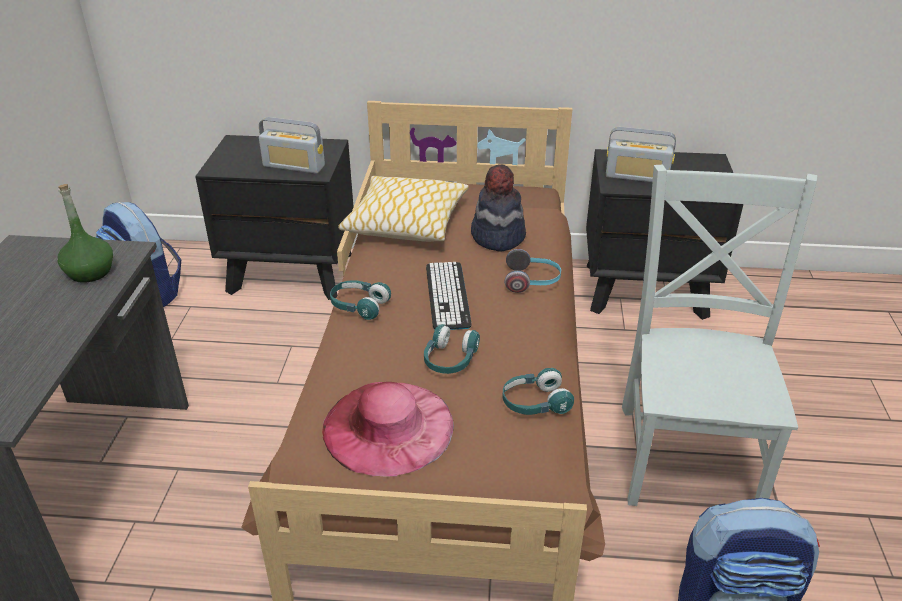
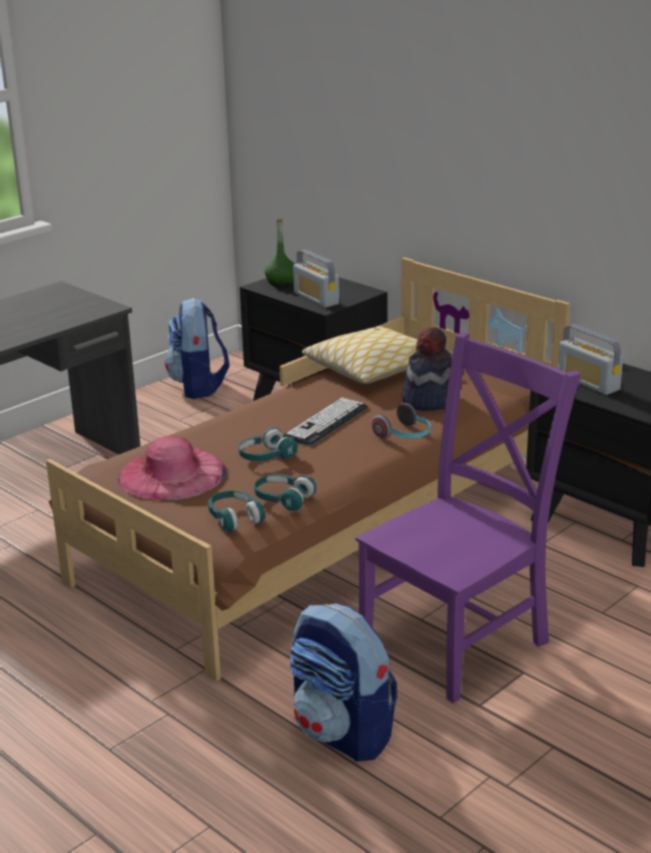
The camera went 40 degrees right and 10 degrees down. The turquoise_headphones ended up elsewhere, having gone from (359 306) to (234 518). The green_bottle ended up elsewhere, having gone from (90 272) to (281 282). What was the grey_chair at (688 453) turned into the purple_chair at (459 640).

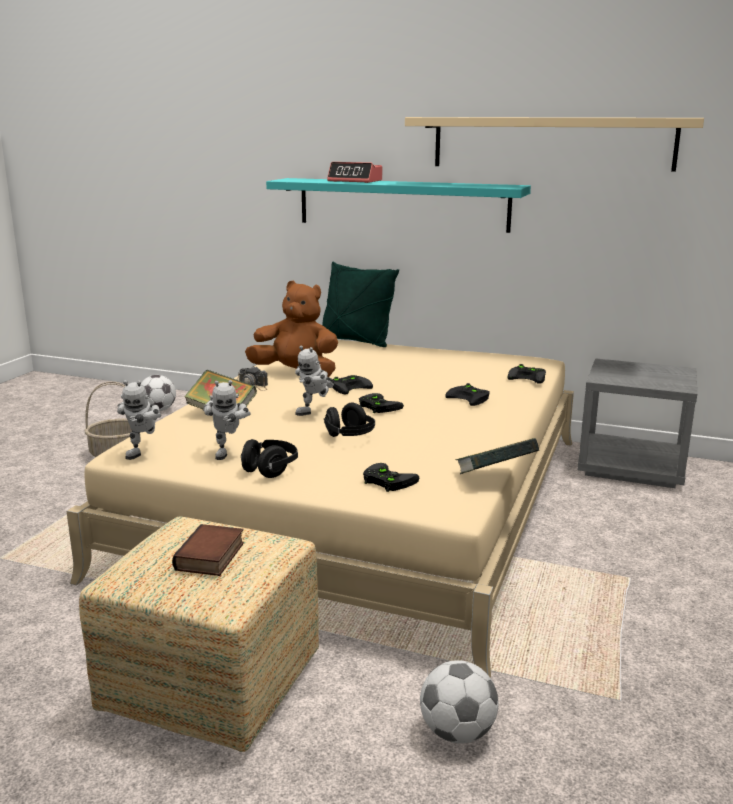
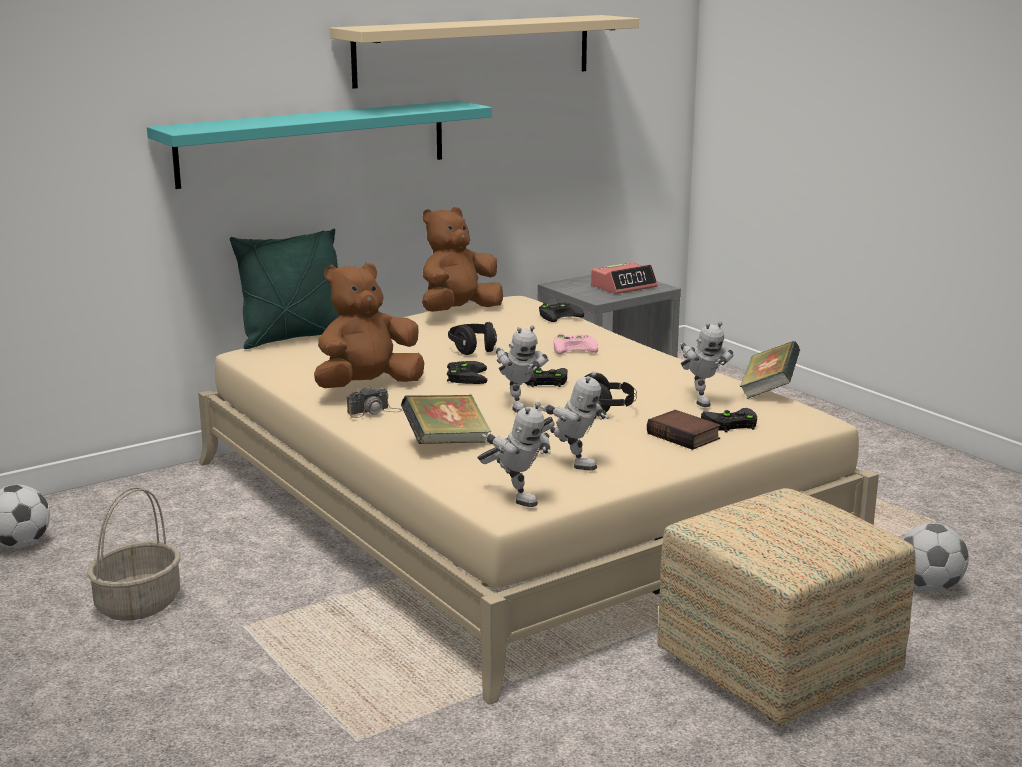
The camera went 55 degrees left and 0 degrees up. The second view gained the brown_plush_toy at (458 312). The black_headphones ended up elsewhere, having gone from (270 469) to (473 349). What was the black_game_controller at (470 398) turned into the pink_game_controller at (575 347). The alarm_clock ended up elsewhere, having gone from (355 181) to (624 286). The book ended up elsewhere, having gone from (211 557) to (685 436). The second view gained the toy_robot at (701 400).

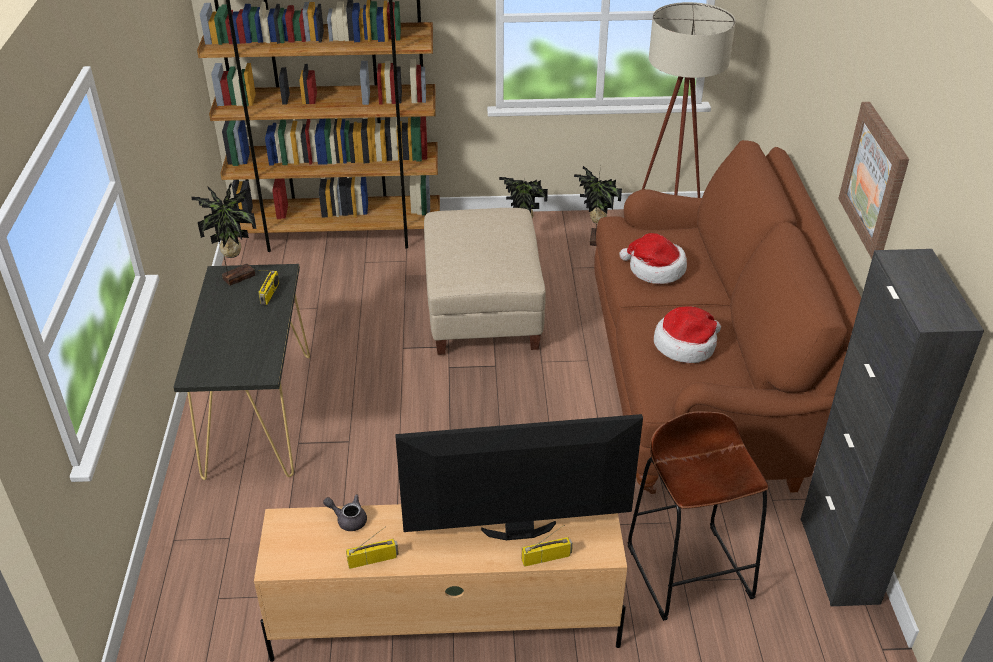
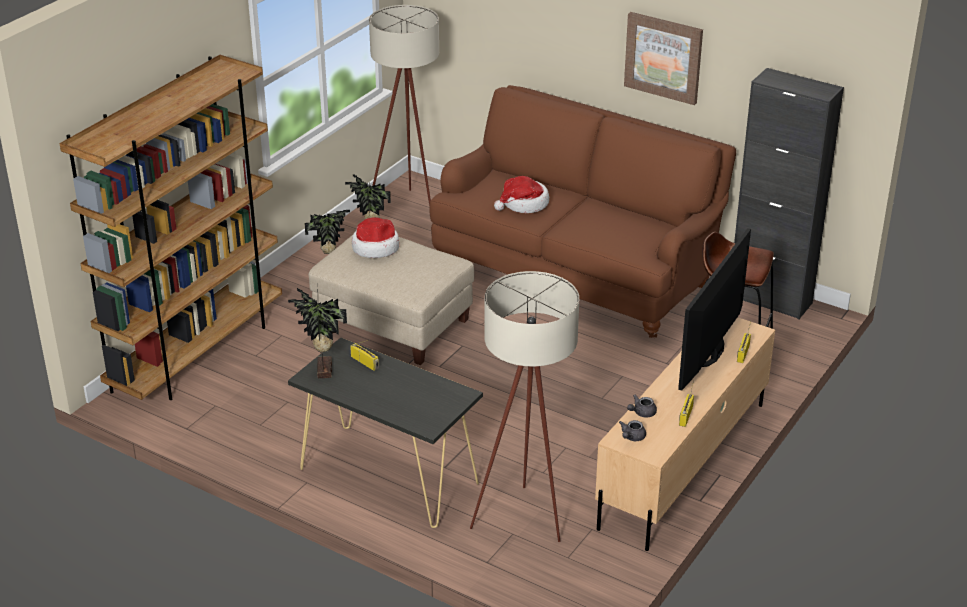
The camera went 55 degrees left and 5 degrees down. The hat ended up elsewhere, having gone from (686 345) to (375 247). The second view gained the beige_floor_lamp at (526 524). The second view gained the grey_teapot at (631 437).

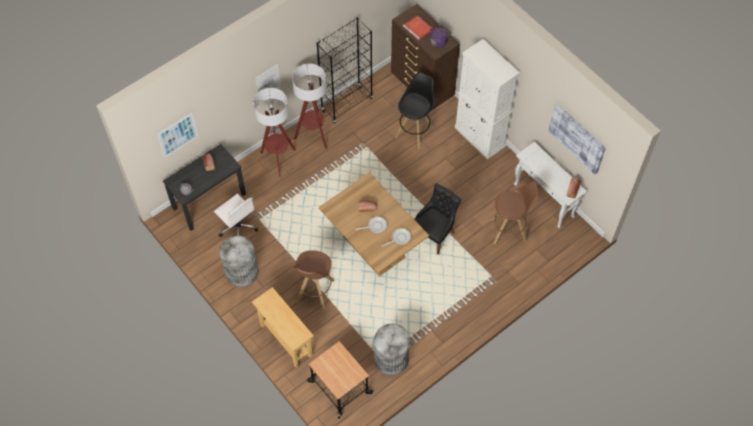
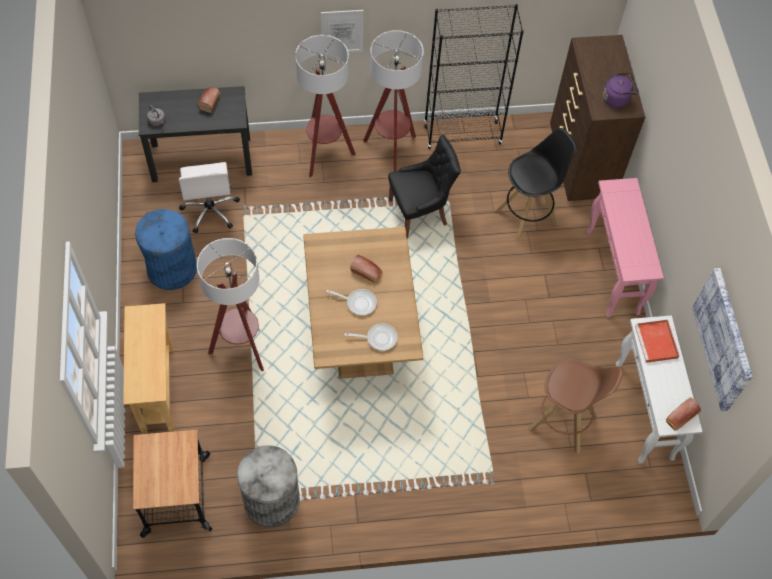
The camera went 30 degrees right and 0 degrees up. What was the grey_trash_can at (241 272) turned into the blue_trash_can at (171 268). Where the brown_stool stood at (315 291), the floor_lamp came to stand at (242 347). The black_chair ended up elsewhere, having gone from (434 234) to (420 213). Where the white_cabinet stood at (480 137), the pink_console_table came to stand at (613 273). The red_tray ended up elsewhere, having gone from (418 28) to (656 343). The second view lost the picture at (177 135).

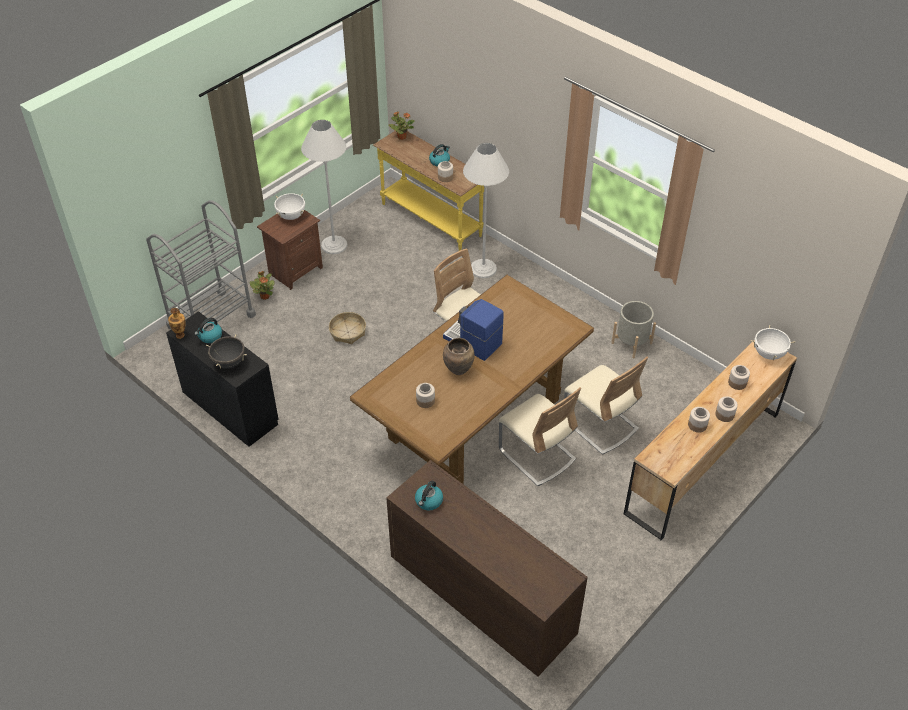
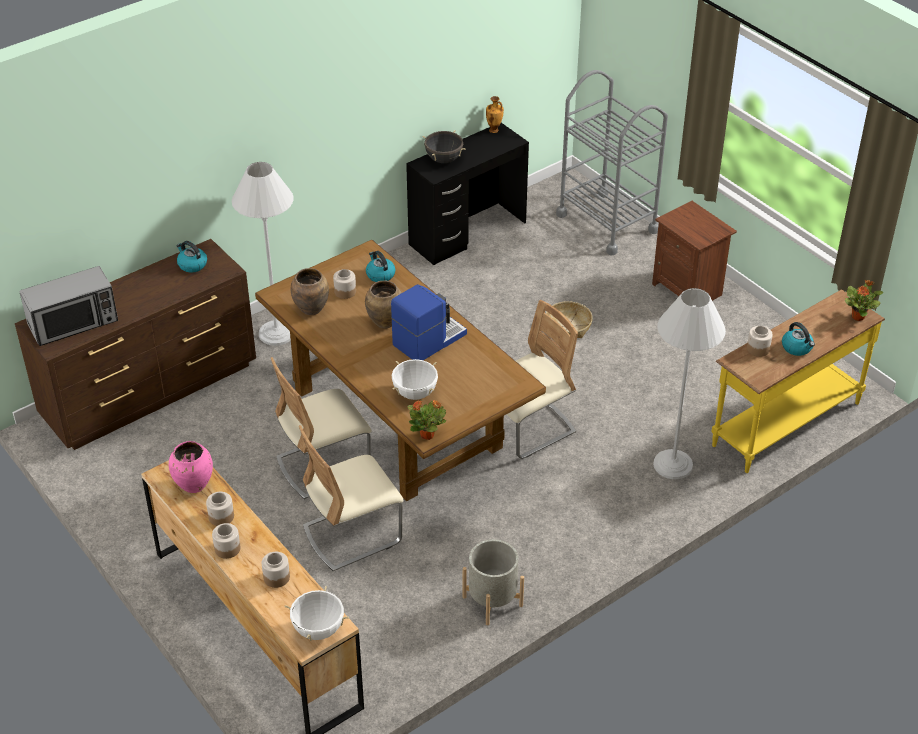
The camera went 100 degrees right and 5 degrees down. The second view gained the microwave at (73 323). The second view gained the pink_vase at (194 486). The white_floor_lamp ended up elsewhere, having gone from (334 245) to (276 333). The second view gained the brown_vase at (311 309). The kettle ended up elsewhere, having gone from (210 336) to (380 275). The white_cooking_pot ended up elsewhere, having gone from (291 216) to (415 393). The potted_plant ended up elsewhere, having gone from (265 296) to (428 435).

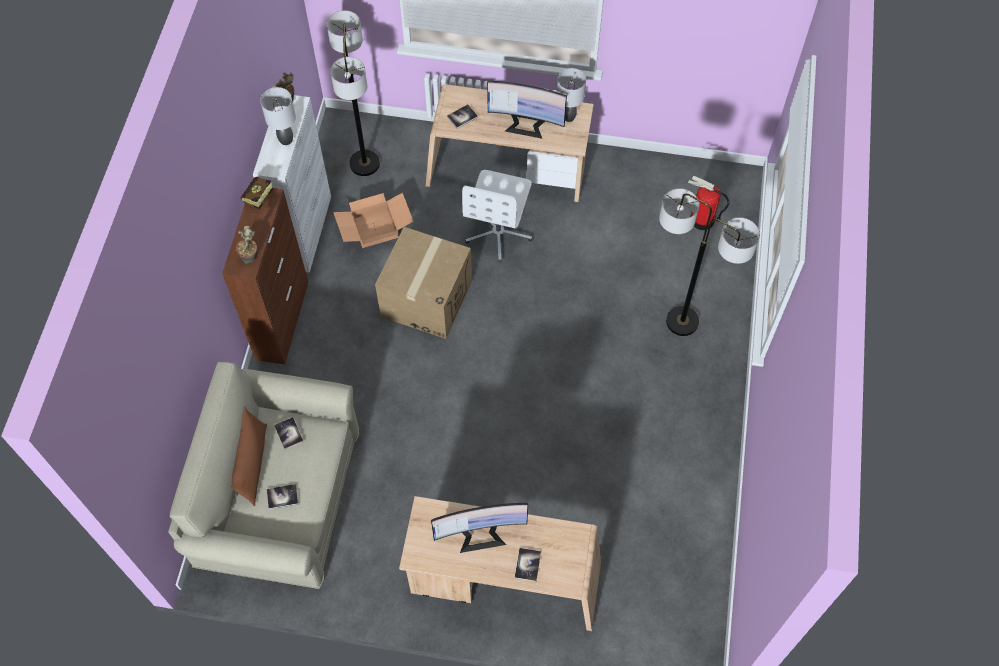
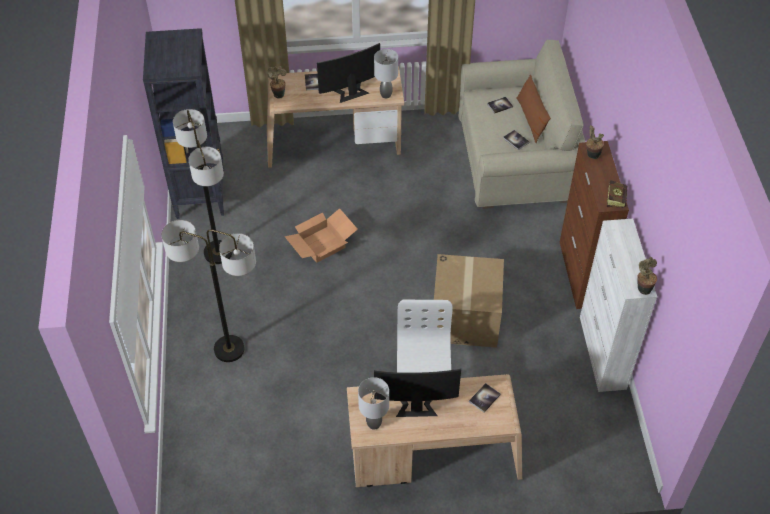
The camera went 165 degrees right and 10 degrees down. The second view gained the black_bookcase at (200 193). The floor_lamp ended up elsewhere, having gone from (364 163) to (218 253). The second view gained the potted_plant at (278 94). The cardboard_box ended up elsewhere, having gone from (374 229) to (322 244). The grey_table_lamp ended up elsewhere, having gone from (285 140) to (386 94). The second view lost the fire_extinguisher at (701 220).

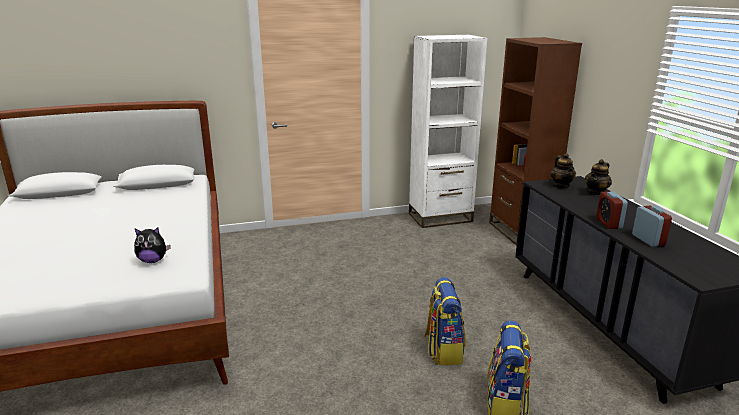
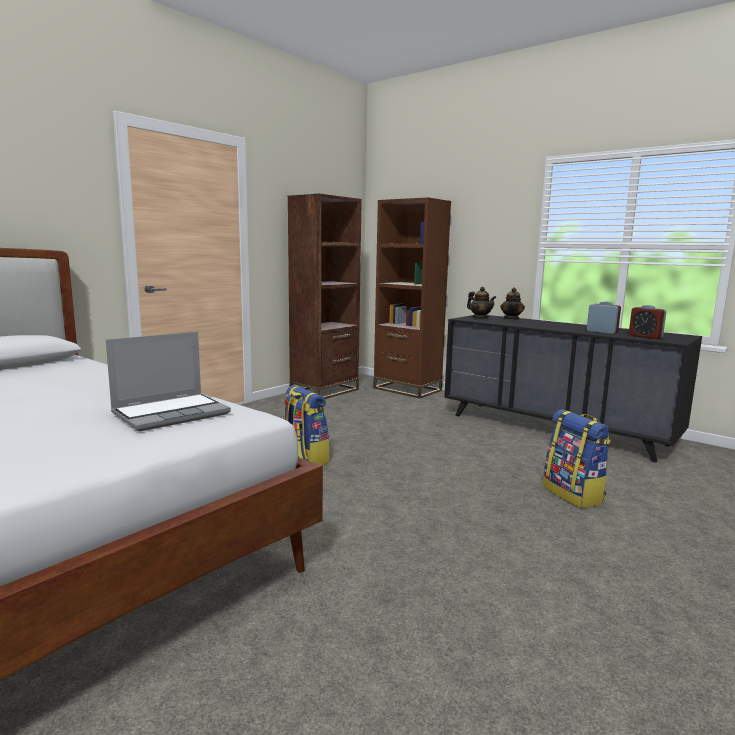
The camera went 35 degrees left and 10 degrees down. Where the plush_toy stood at (153 261), the laptop came to stand at (172 413). The backpack ended up elsewhere, having gone from (443 350) to (304 459). What was the white_bookcase at (440 217) turned into the brown_bookcase at (325 391). The alarm_clock ended up elsewhere, having gone from (608 223) to (645 337).

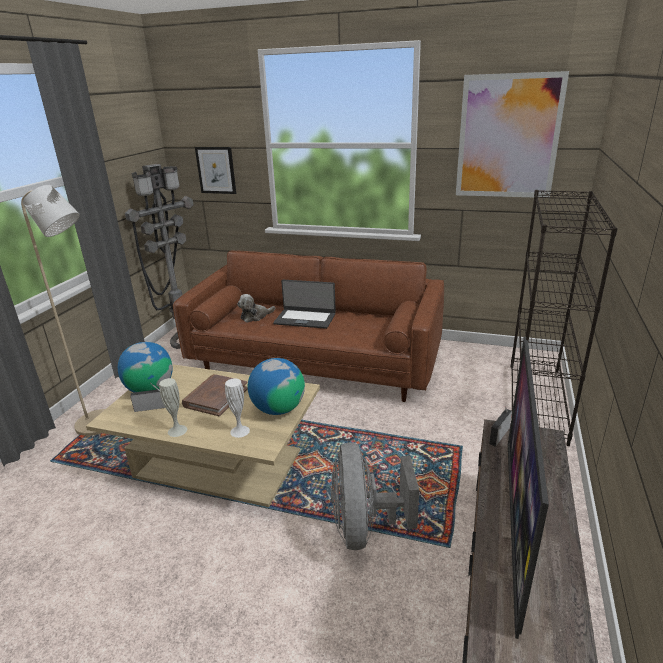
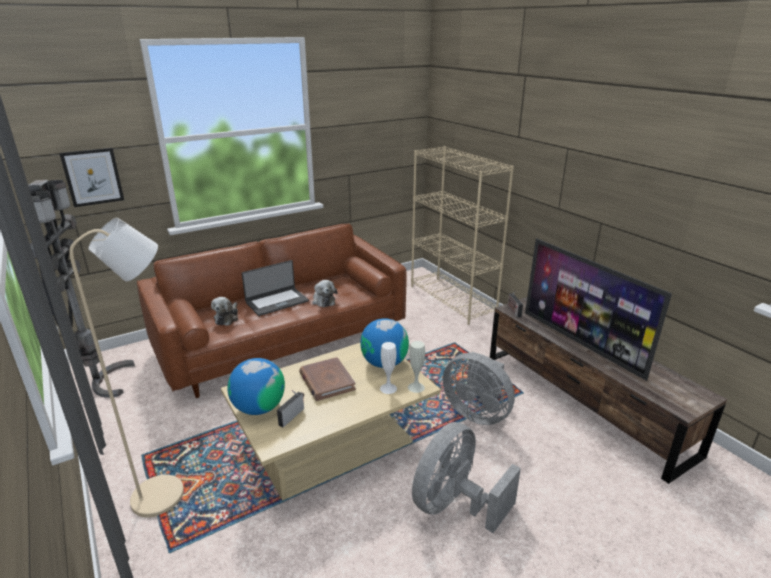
The camera went 50 degrees left and 0 degrees up. The second view gained the plush_toy at (323 300). The white_vase ended up elsewhere, having gone from (177 430) to (416 387). What was the black_bookcase at (537 402) turned into the beige_bookcase at (452 300). The second view gained the grey_fan at (455 505). The second view lost the picture at (508 137).

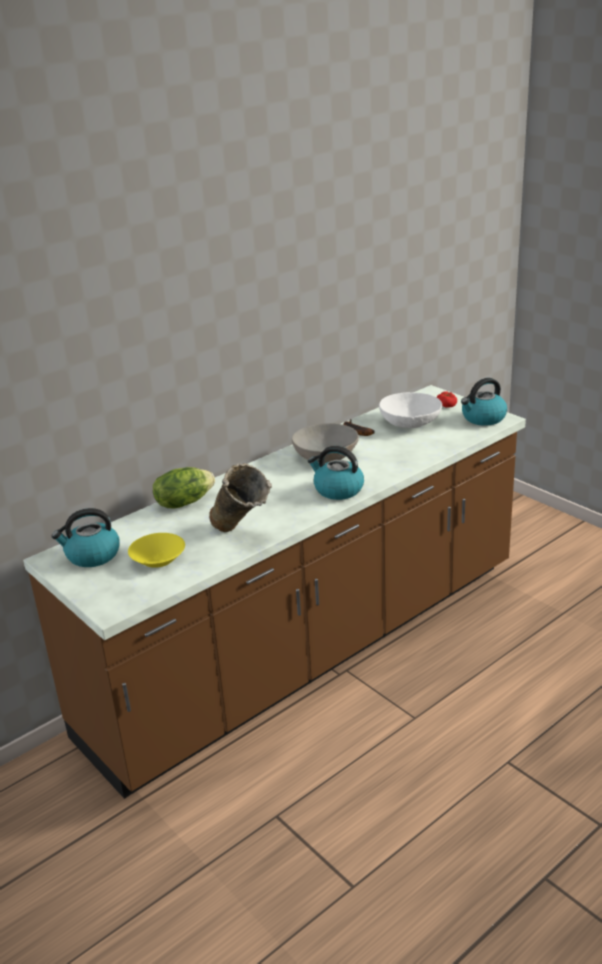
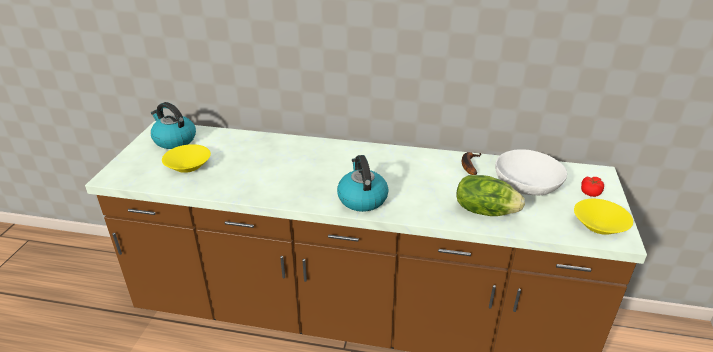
The camera went 50 degrees right and 5 degrees up. The lettuce ended up elsewhere, having gone from (184 502) to (485 210). Where the kettle stood at (483 418), the yellow_bowl came to stand at (600 225). The second view lost the beige_vase at (242 534). The second view lost the grey_bowl at (326 455).

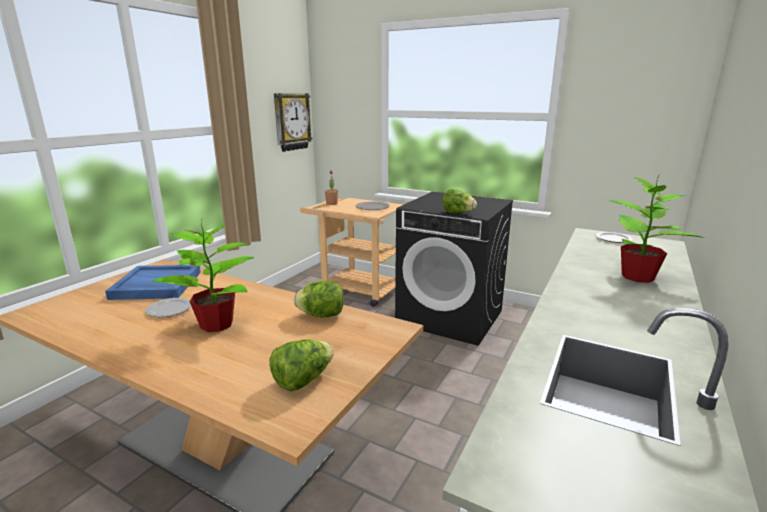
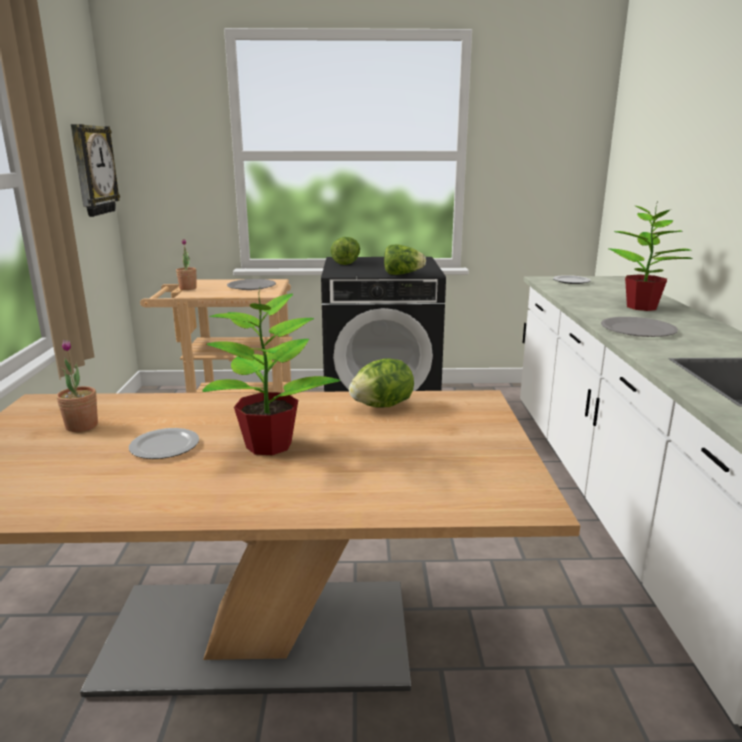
The camera went 30 degrees left and 0 degrees up. Where the blue_tray stood at (156 285), the potted_plant came to stand at (82 426). The lettuce ended up elsewhere, having gone from (303 380) to (347 263). The second view gained the grey_plate at (638 329).

